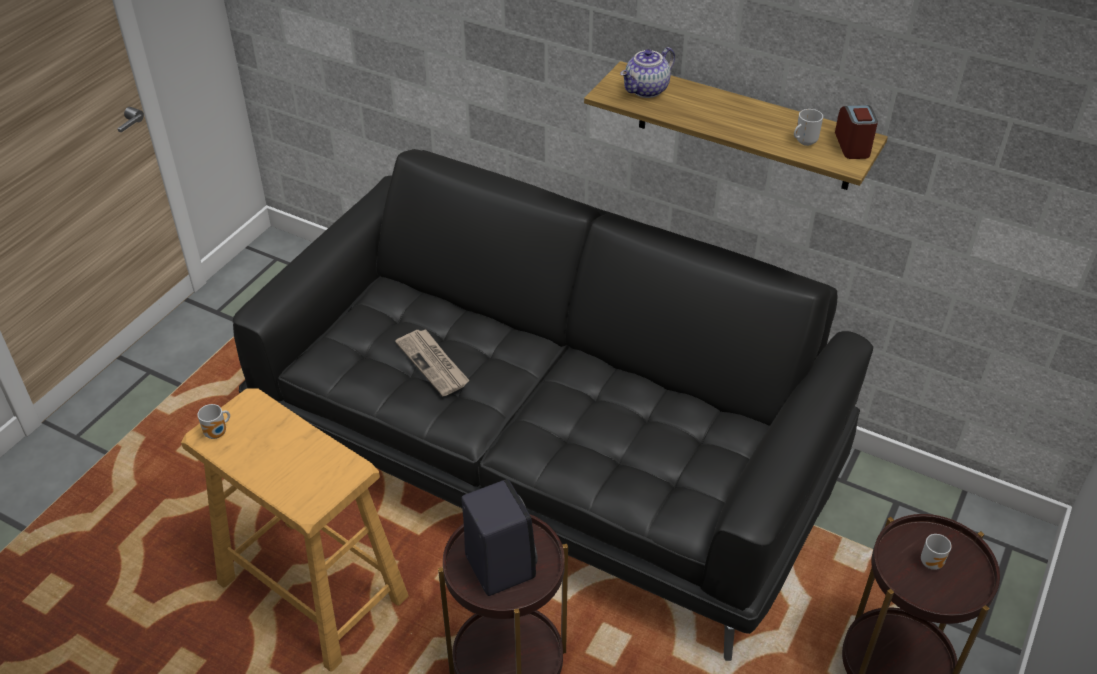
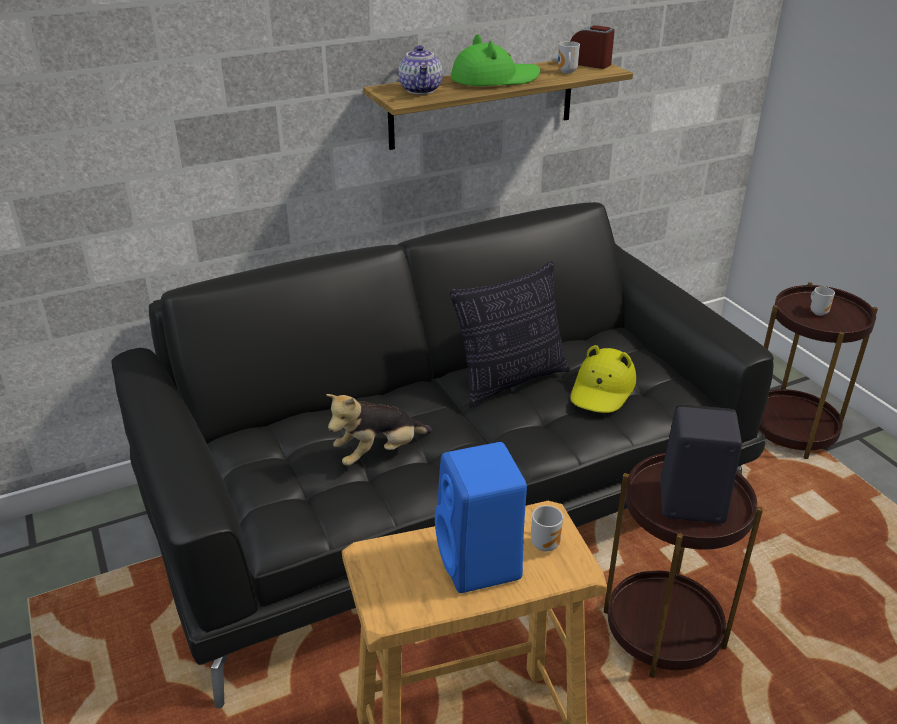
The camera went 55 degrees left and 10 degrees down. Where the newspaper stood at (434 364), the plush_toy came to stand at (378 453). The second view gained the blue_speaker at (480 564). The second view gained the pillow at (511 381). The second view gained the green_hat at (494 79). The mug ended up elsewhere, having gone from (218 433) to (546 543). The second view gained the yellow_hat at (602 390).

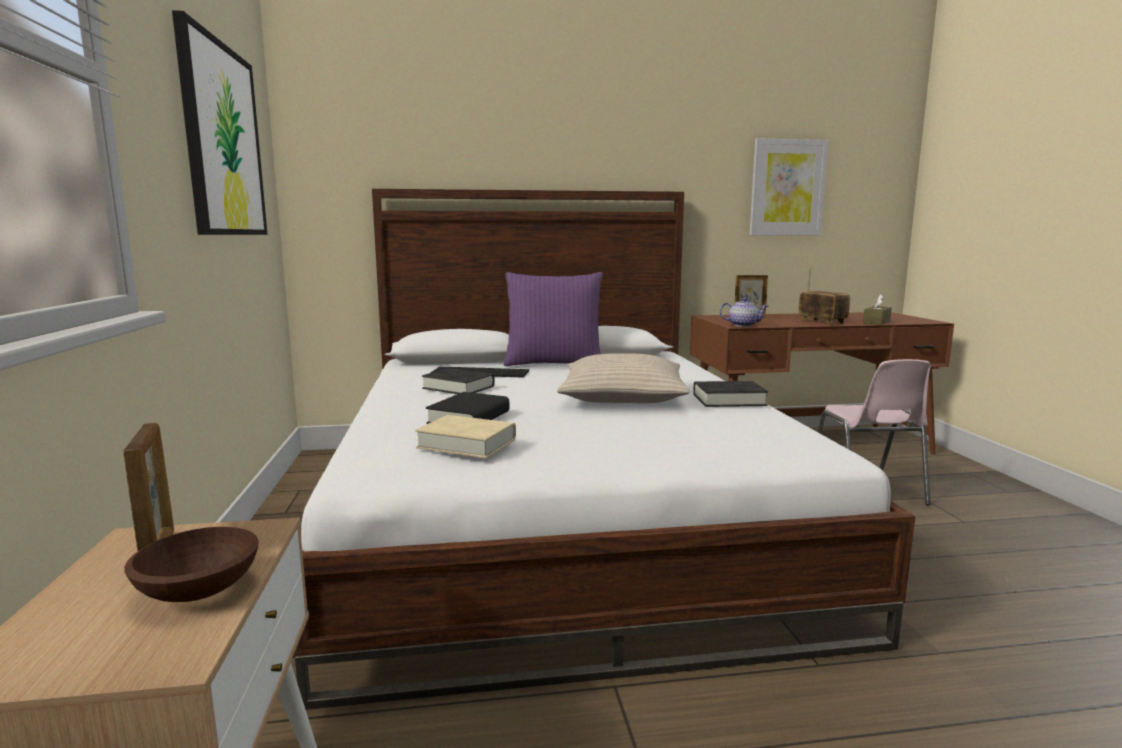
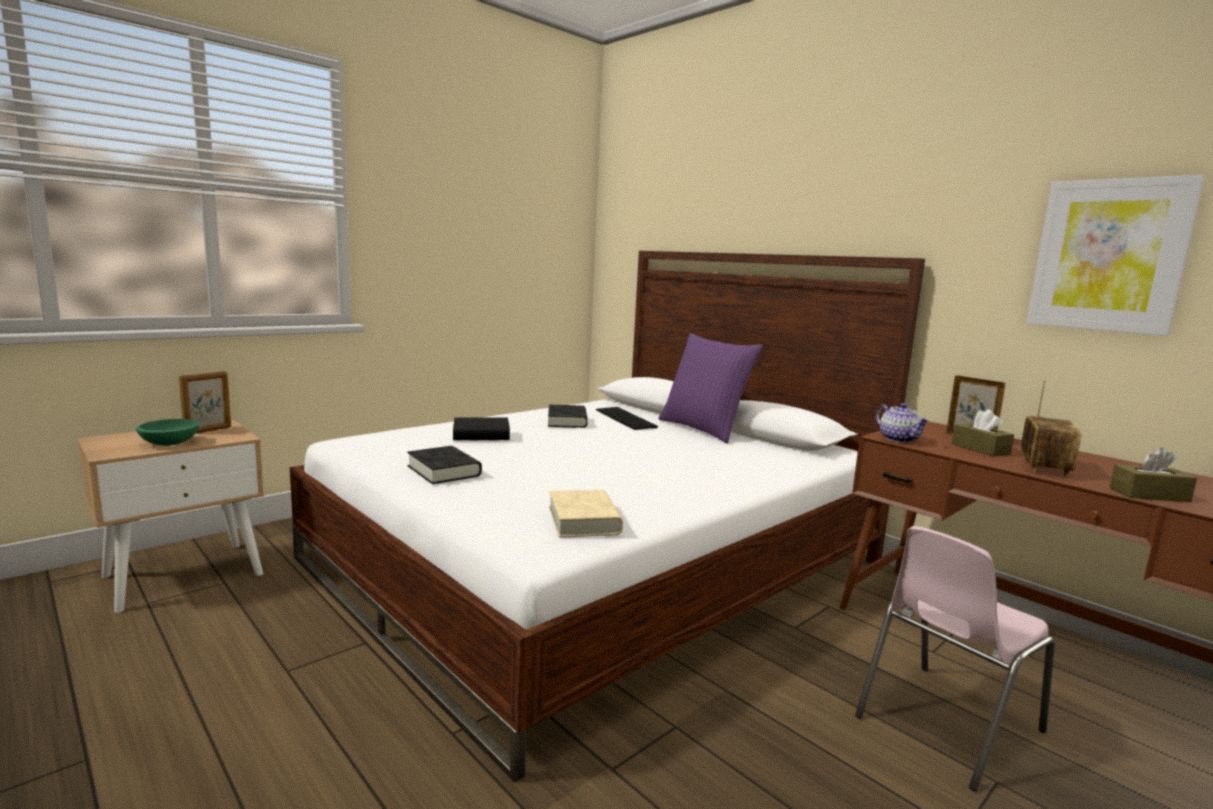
The camera went 55 degrees right and 0 degrees up. What was the brown_bowl at (200 589) turned into the green_bowl at (171 443). The black_book ended up elsewhere, having gone from (729 400) to (444 471). The beige_book ended up elsewhere, having gone from (467 444) to (583 520). The second view gained the brown_tissue_box at (980 449). The second view lost the picture at (222 141). The second view lost the beige_pillow at (622 396).

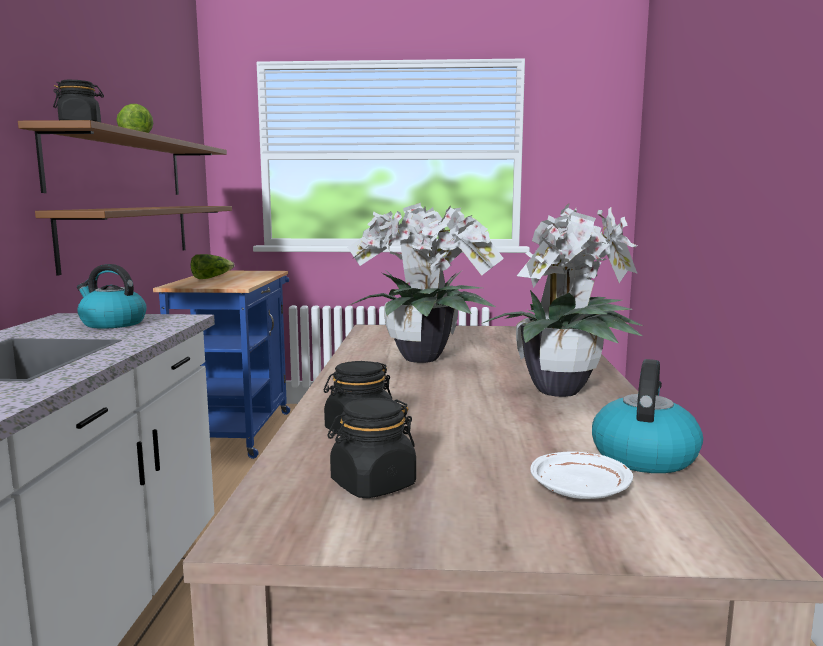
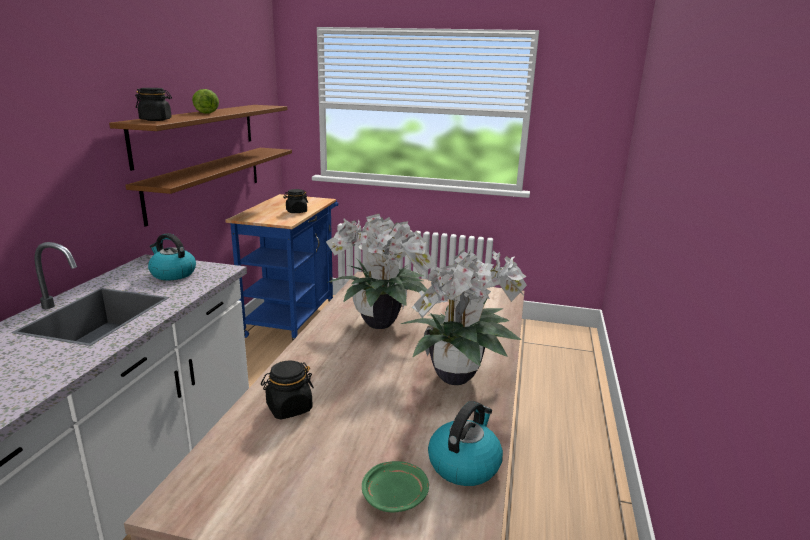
The camera went 10 degrees right and 10 degrees up. The black_jar ended up elsewhere, having gone from (373 485) to (296 211). What was the white_plate at (579 490) turned into the green_plate at (395 495). The second view lost the lettuce at (211 278).

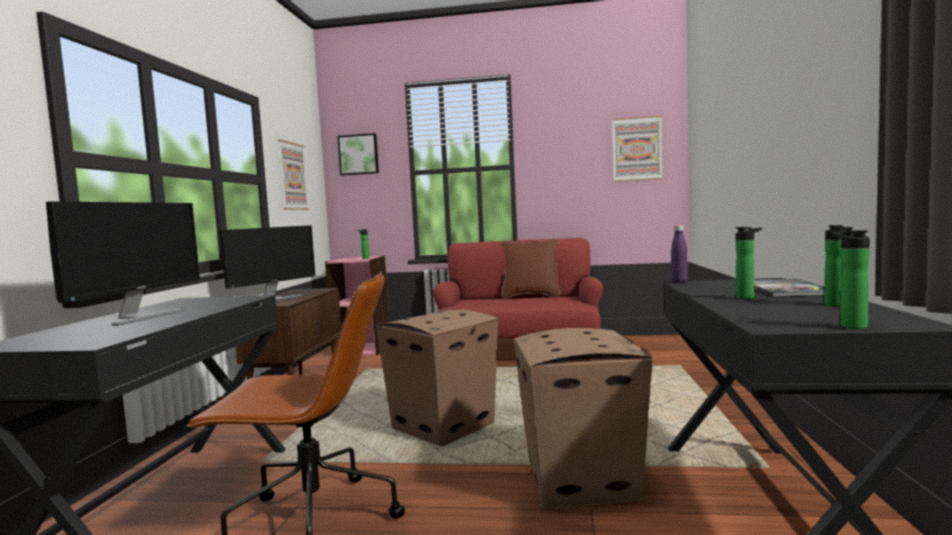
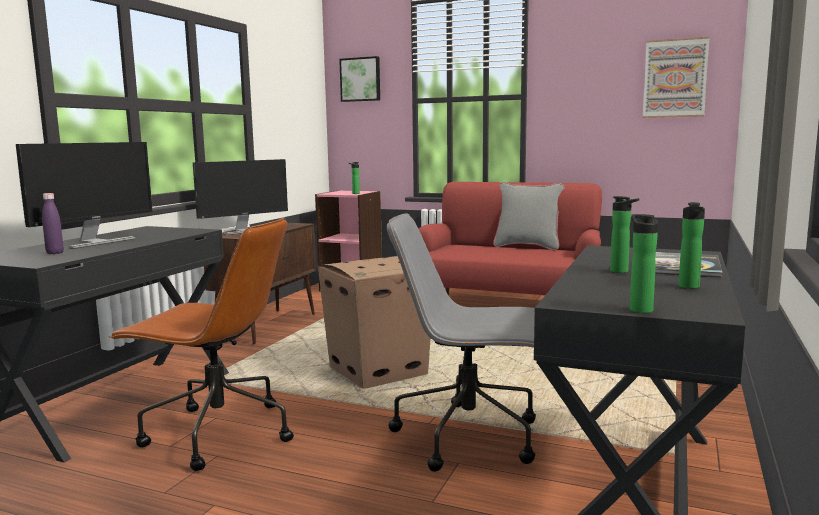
The camera went 15 degrees right and 5 degrees up. The purple_bottle ended up elsewhere, having gone from (679 282) to (55 253). Where the cardboard_box stood at (581 480), the grey_office_chair came to stand at (470 436). What was the brown_pillow at (531 296) turned into the grey_pillow at (527 246). The second view lost the picture at (292 176).

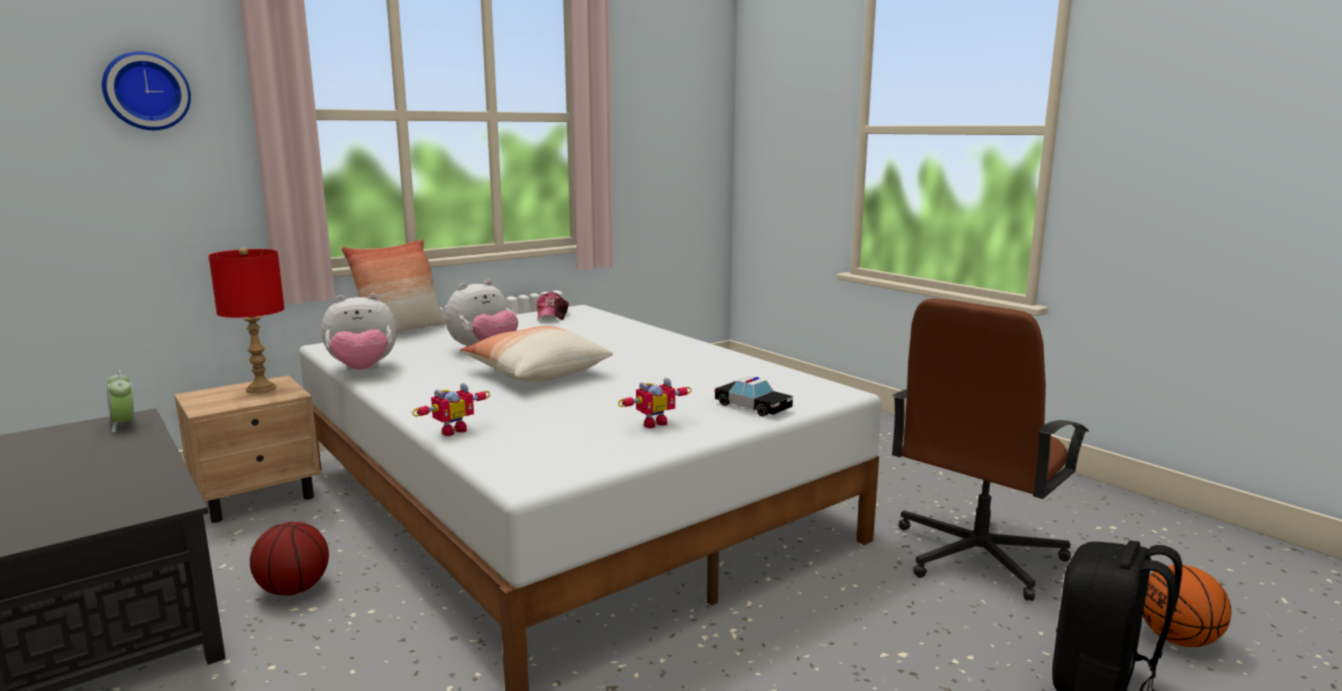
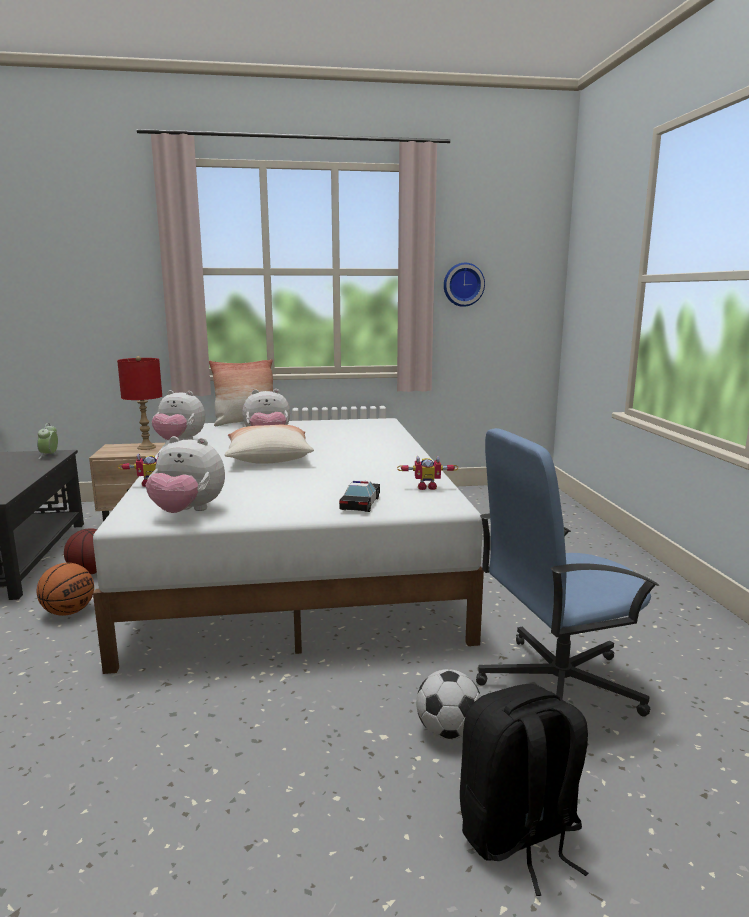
The camera went 30 degrees right and 0 degrees up. The basketball ended up elsewhere, having gone from (1178 639) to (69 612). The second view gained the plush_toy at (187 512). The toy_car at (753 407) ended up facing another way, 150 degrees counterclockwise from before. The toy_robot ended up elsewhere, having gone from (653 423) to (426 487). The second view gained the football at (447 731). The wall_clock ended up elsewhere, having gone from (146 91) to (463 284). What was the brown_office_chair at (975 556) turned into the blue_office_chair at (556 684). The second view lost the cap at (552 315).

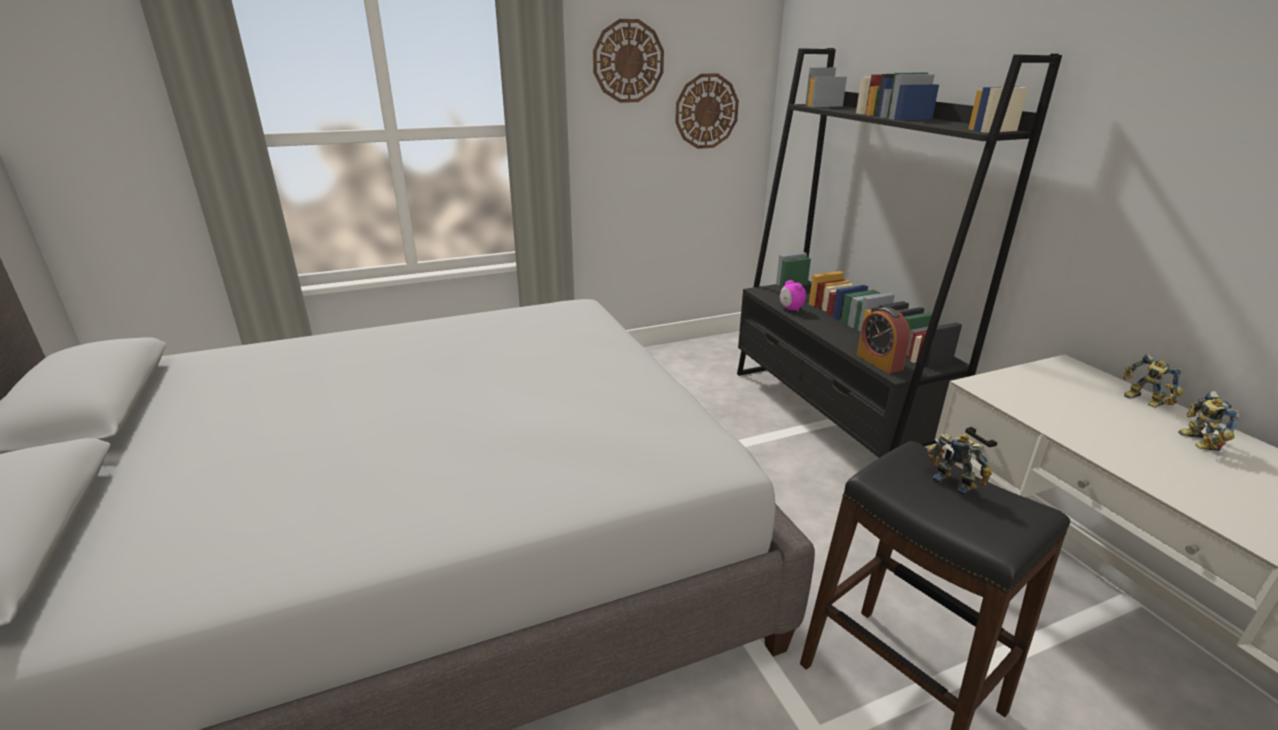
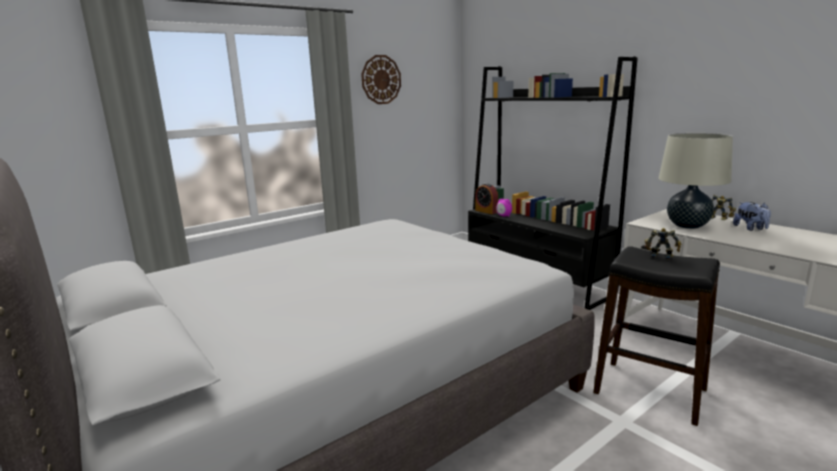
The camera went 15 degrees left and 10 degrees down. The alarm_clock ended up elsewhere, having gone from (879 362) to (486 211). The second view gained the beige_table_lamp at (687 226). Where the toy_robot stood at (1196 442), the plush_toy came to stand at (750 228). The second view lost the wall_clock at (706 111).

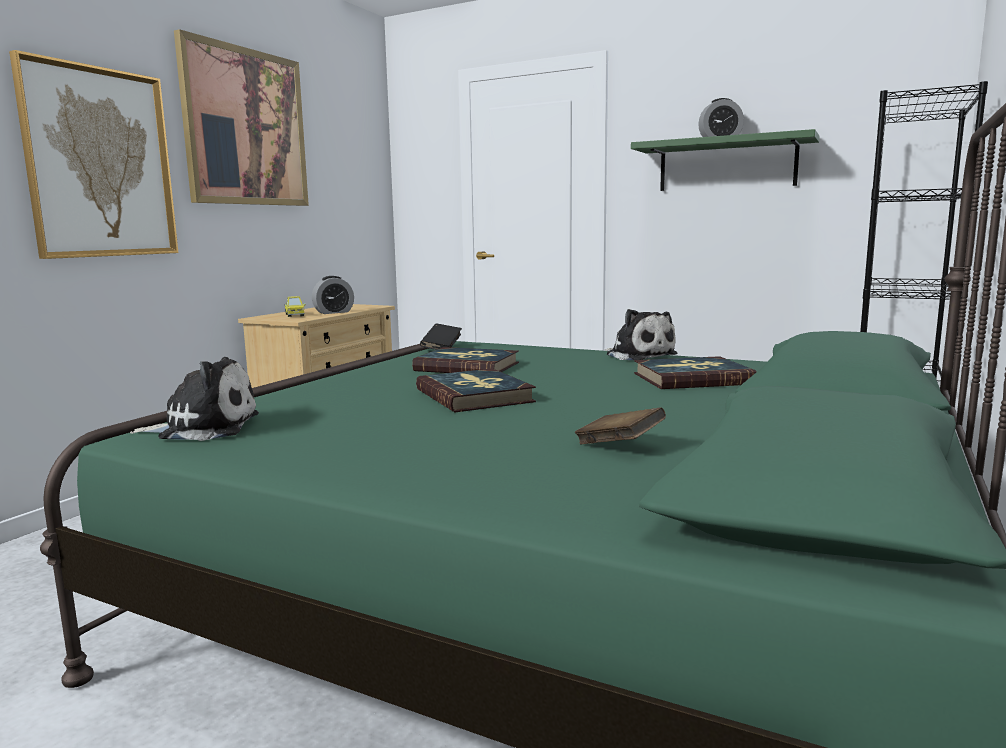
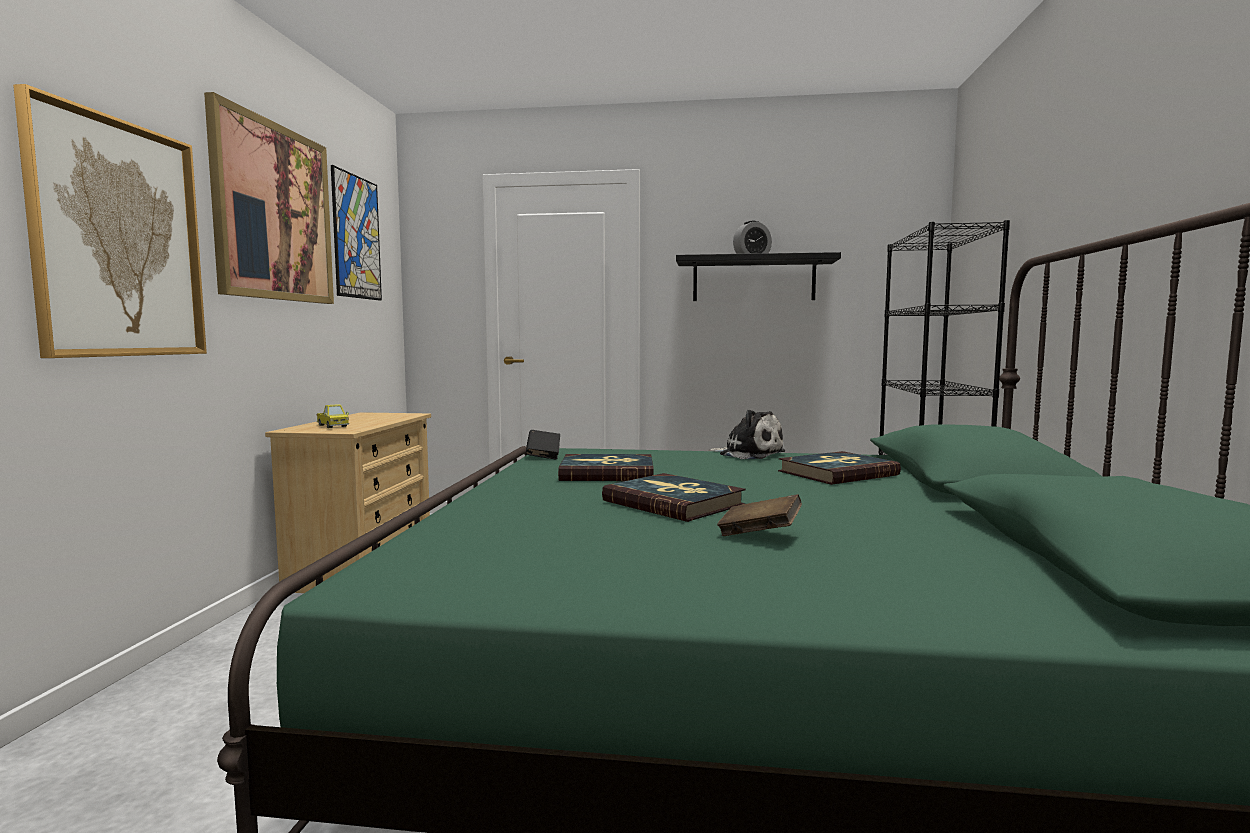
The camera went 20 degrees left and 5 degrees down. The second view gained the picture at (356 237). What was the green_shelf at (727 165) turned into the black_shelf at (753 280). The brown_book ended up elsewhere, having gone from (619 446) to (759 535). The second view lost the plush_toy at (204 428). The second view lost the alarm_clock at (334 312).

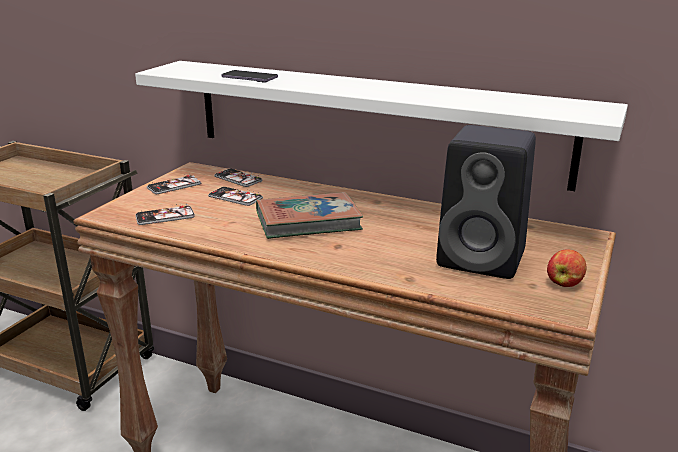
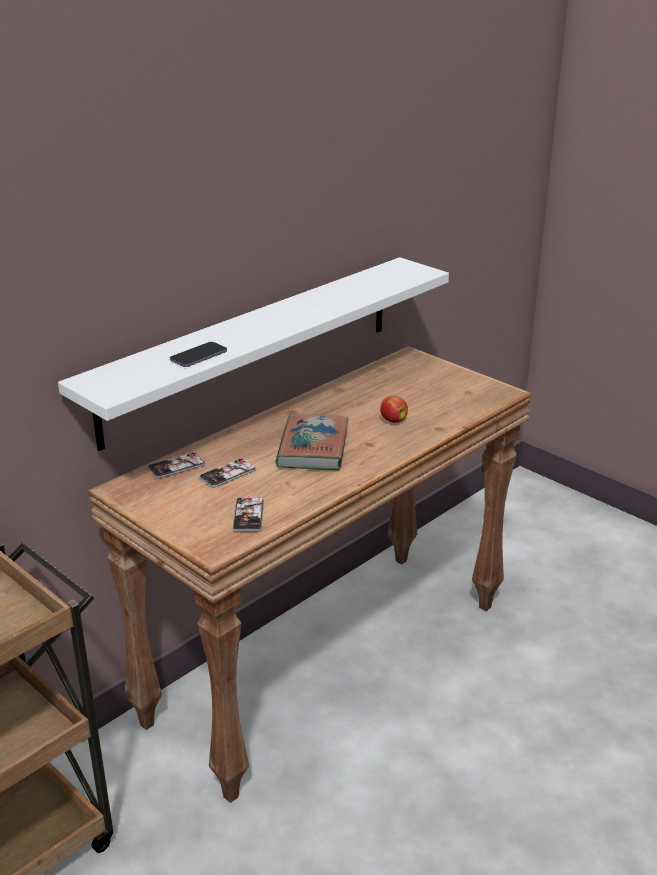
The camera went 70 degrees left and 5 degrees up. The apple ended up elsewhere, having gone from (564 283) to (393 420). The second view lost the phone at (174 186). The second view lost the black_speaker at (484 259).

